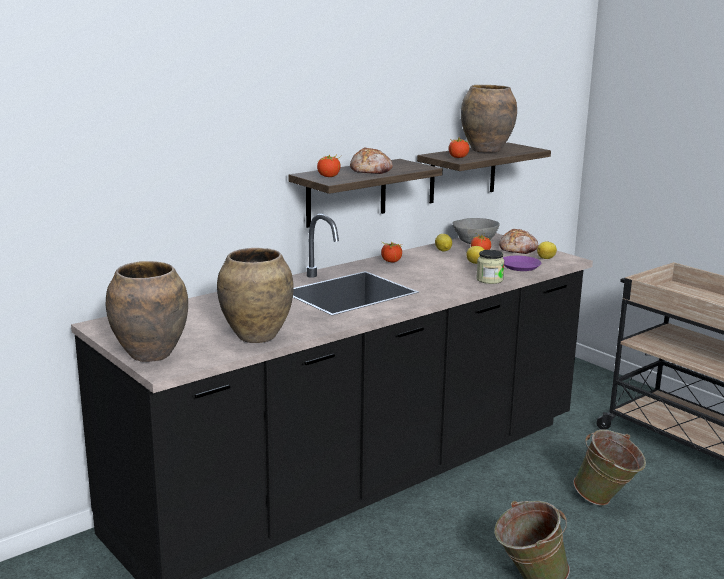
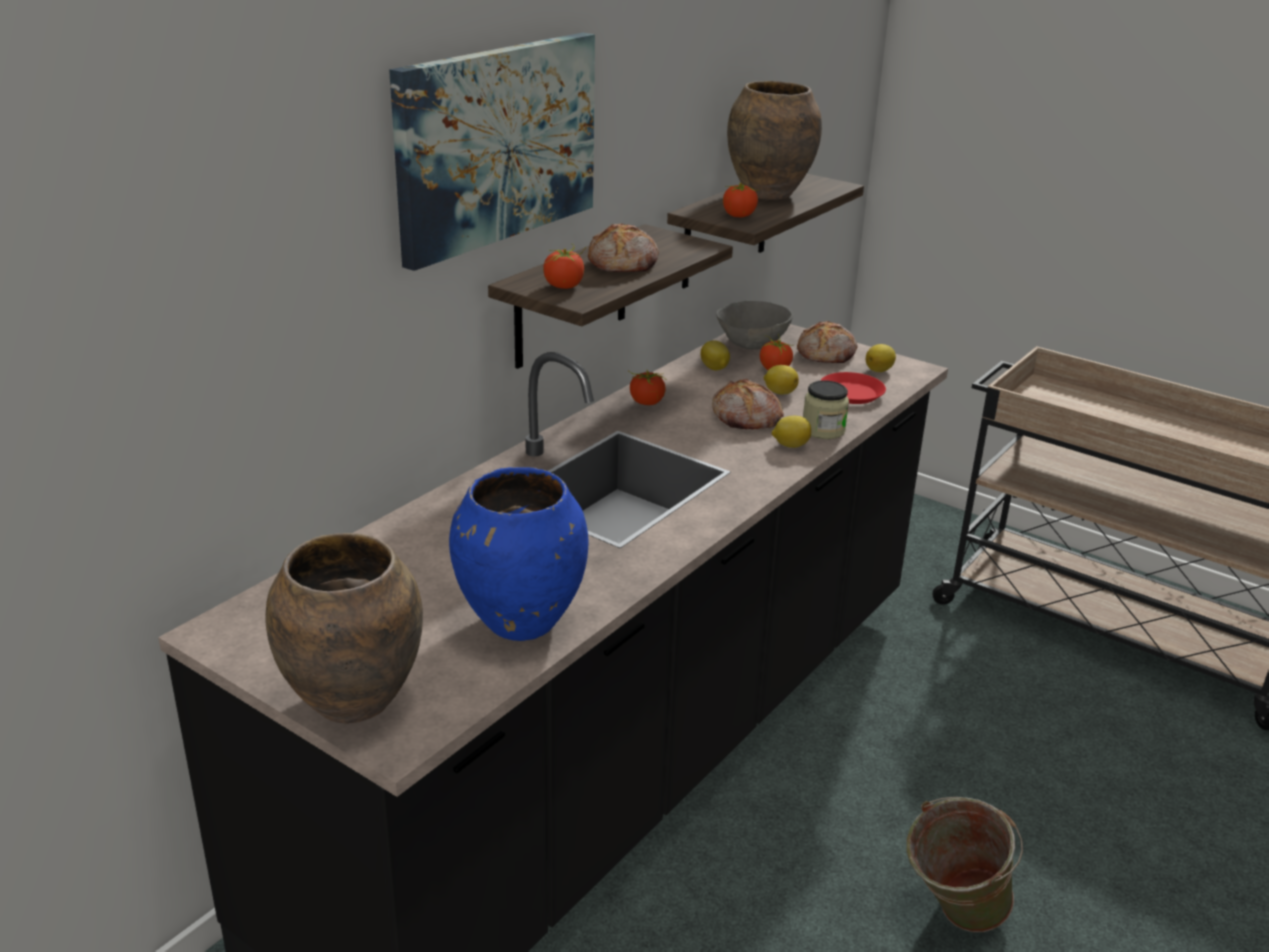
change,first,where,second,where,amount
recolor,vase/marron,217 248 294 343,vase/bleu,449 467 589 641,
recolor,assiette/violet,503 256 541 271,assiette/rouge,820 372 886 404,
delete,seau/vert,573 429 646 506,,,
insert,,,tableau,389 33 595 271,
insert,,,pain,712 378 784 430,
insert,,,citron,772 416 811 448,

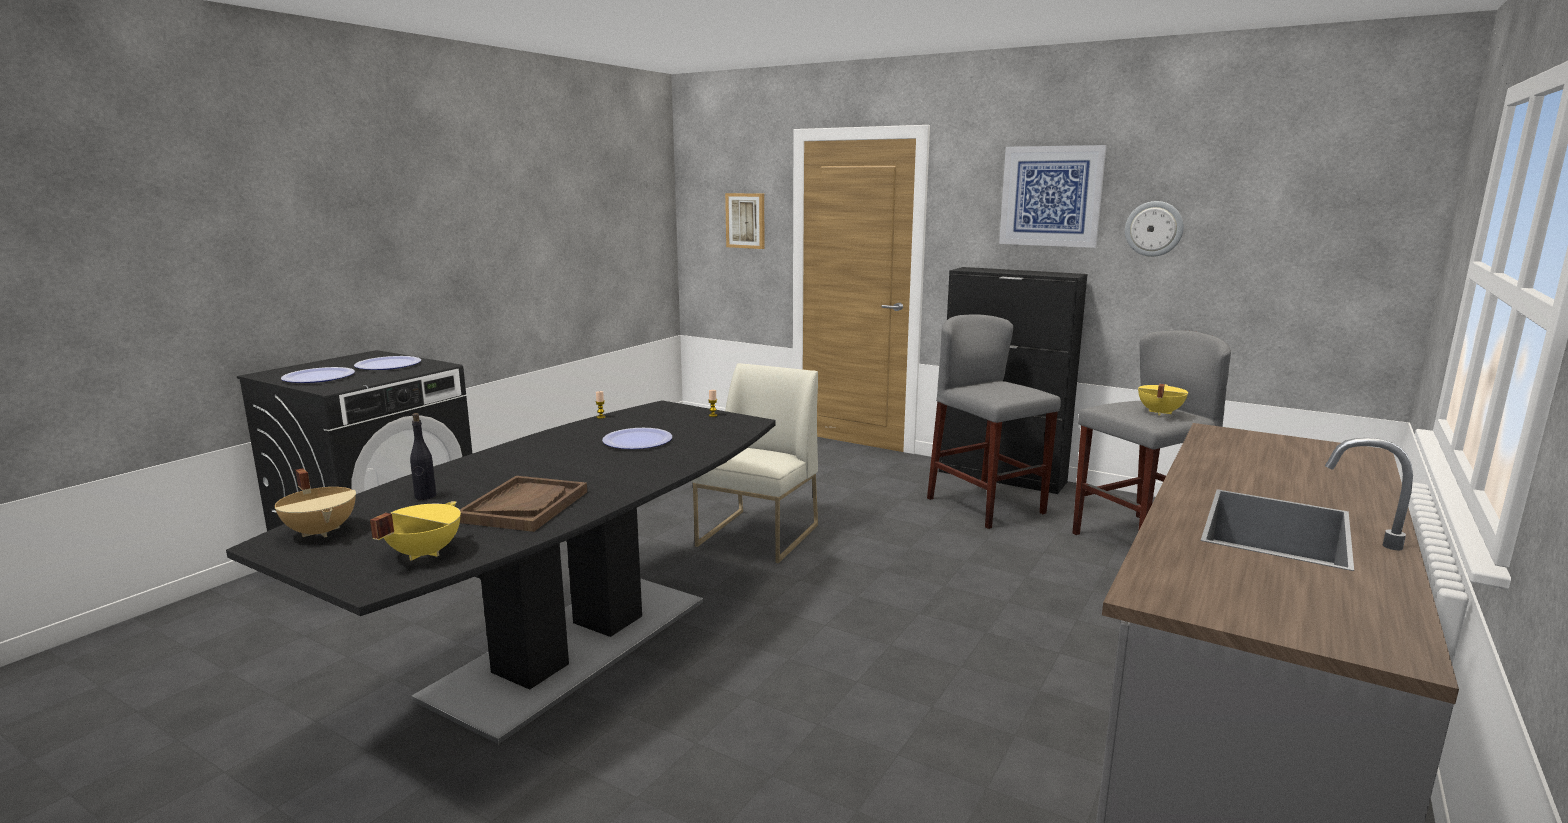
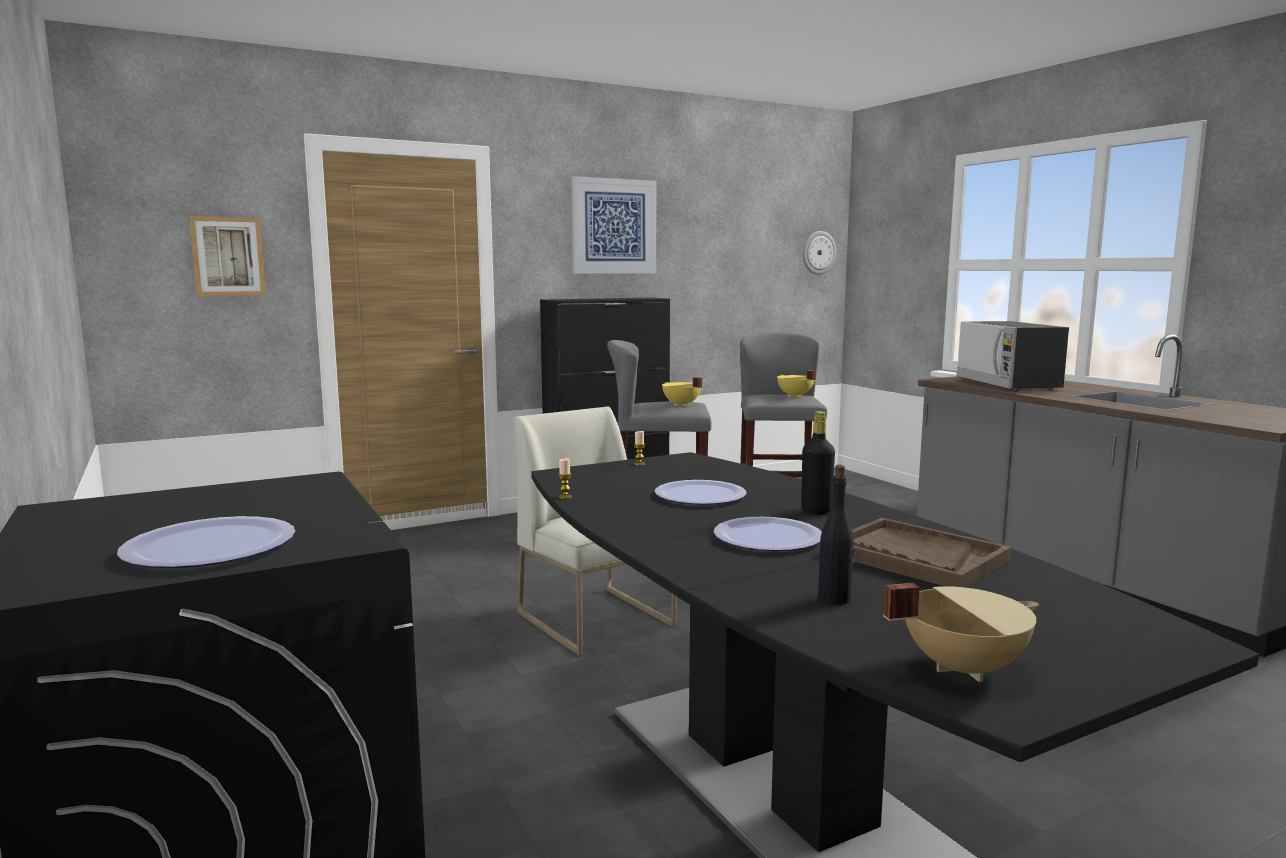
change,first,where,second,where,amount
move,assiette,354 356 421 370,,714 517 822 551,
move,marmite/jaune,370 501 461 561,,662 377 702 406,
move,horloge murale,1125 201 1184 257,,802 231 836 275,
insert,,,bouteille/noir,801 411 835 515,
insert,,,micro-ondes,956 321 1069 390,

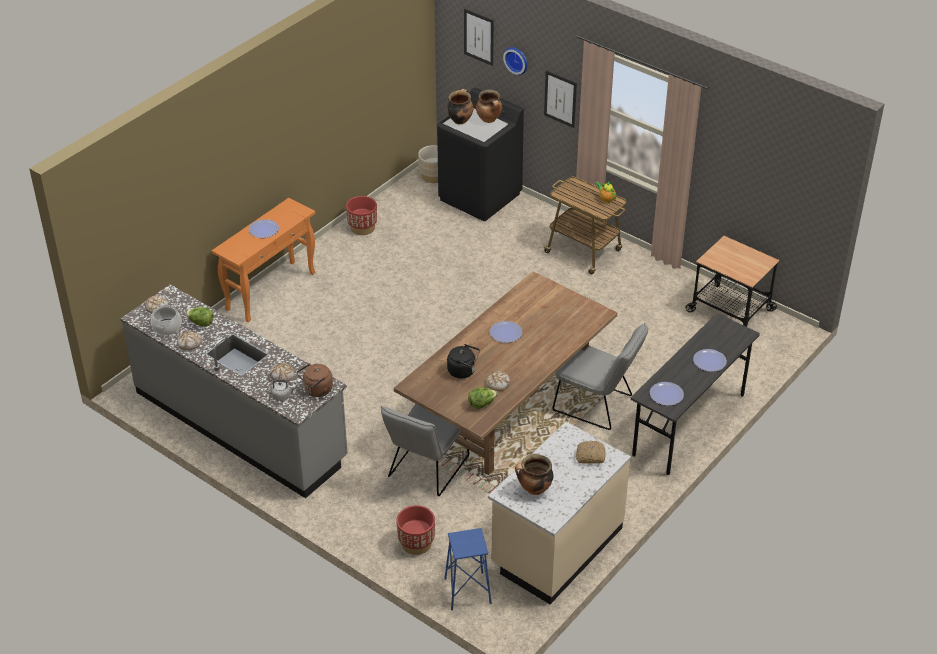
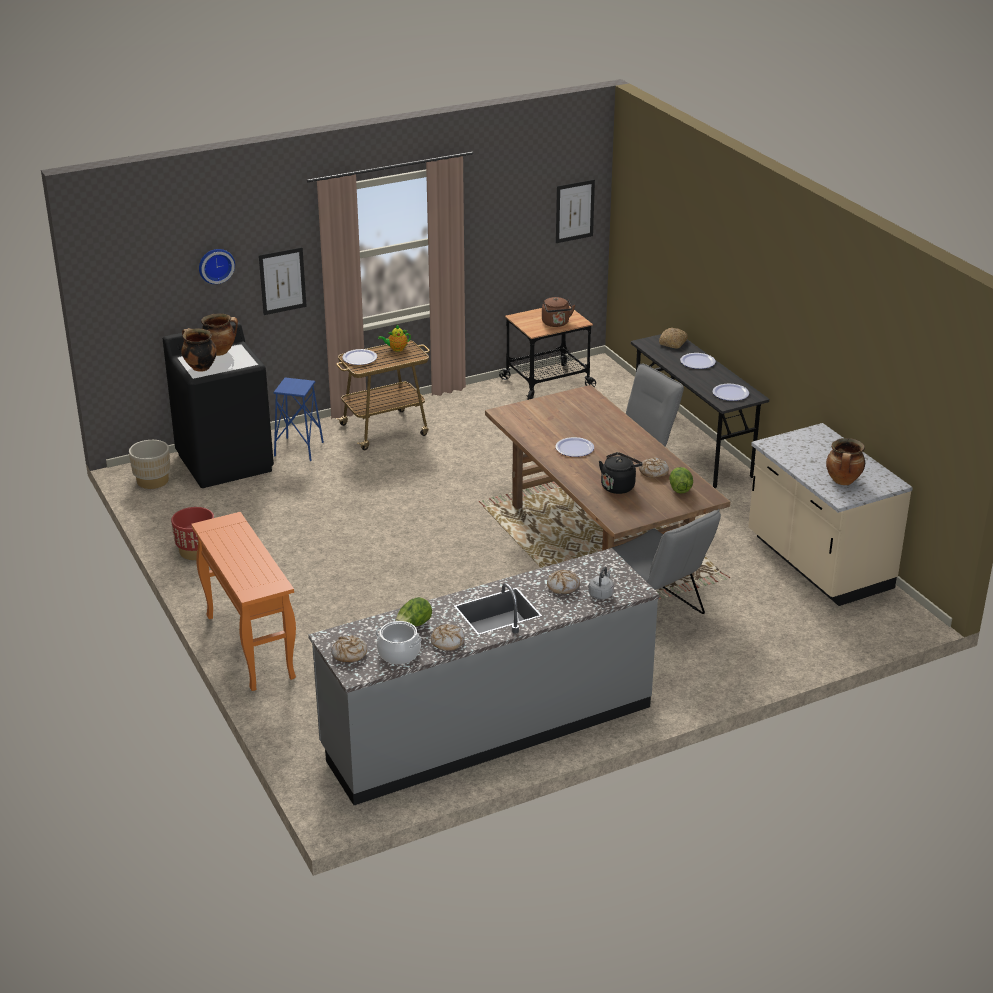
change,first,where,second,where,amount
move,assiette,249 219 279 238,,343 349 377 365,
move,bouilloire/marron,297 363 333 397,,542 297 575 327,
delete,cache-pot/rouge,397 505 435 555,,,
move,tabouret/bleu,444 528 492 610,,274 378 324 461,
move,tableau,464 9 494 66,,556 179 595 243,
move,pain,576 441 606 464,,659 328 688 349,

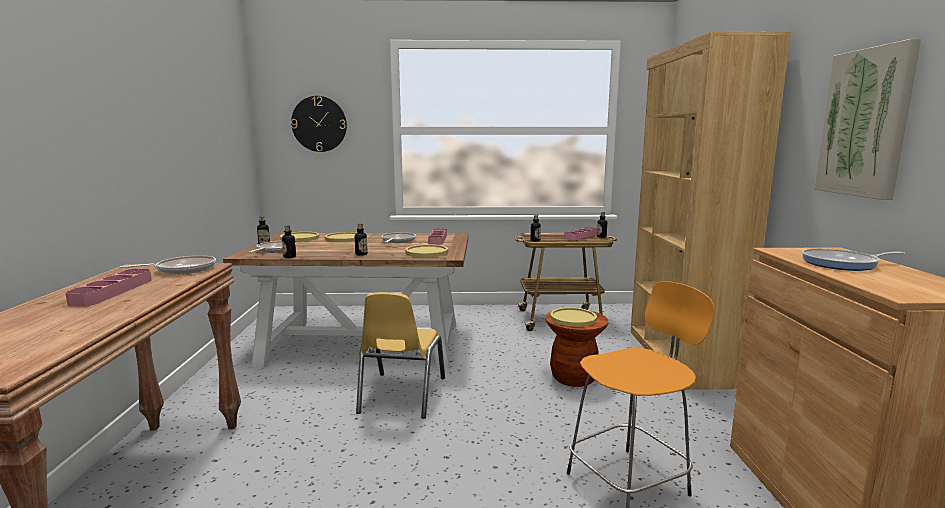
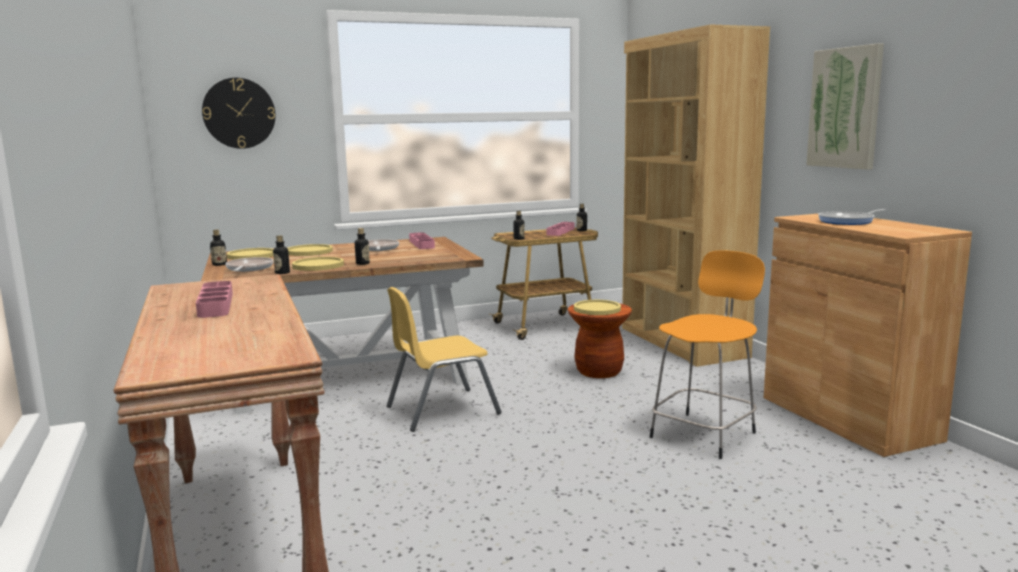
change,first,where,second,where,amount
delete,poêle,120 255 216 274,,,
rotate,chaise/jaune,356 292 445 419,,387 287 502 432,75 degrees clockwise
move,assiette/jaune,405 245 448 257,,292 257 344 271,

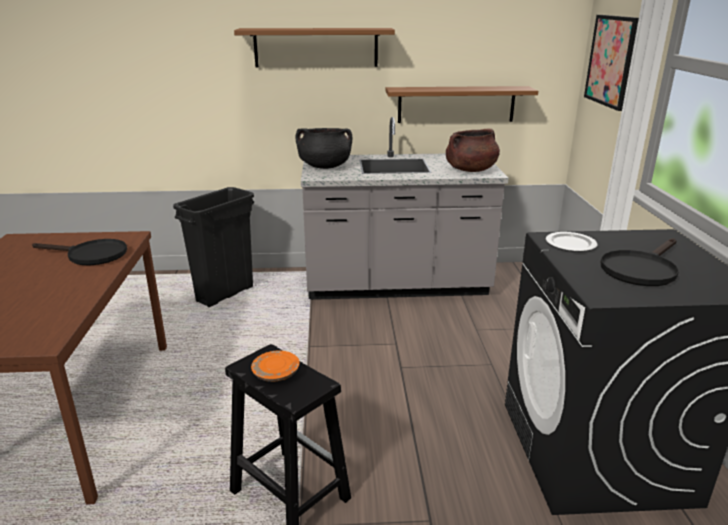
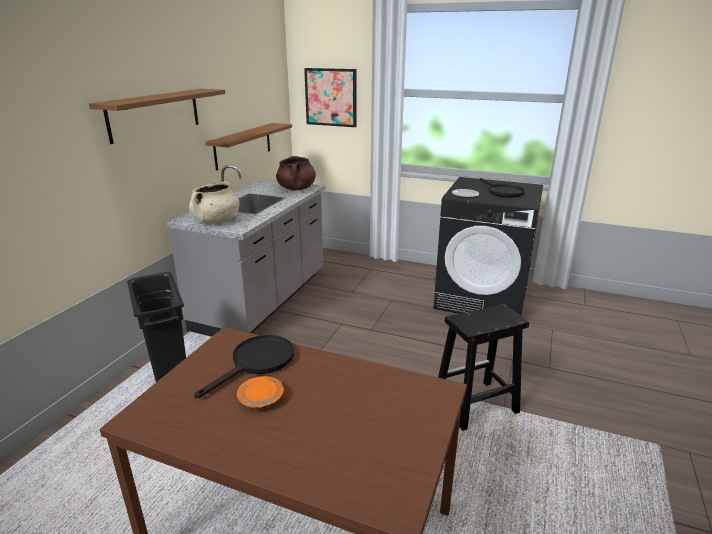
change,first,where,second,where,amount
move,assiette/orange,251 350 300 382,,237 376 284 409,
recolor,marmite/noir,296 128 352 169,marmite/beige,189 181 240 224,

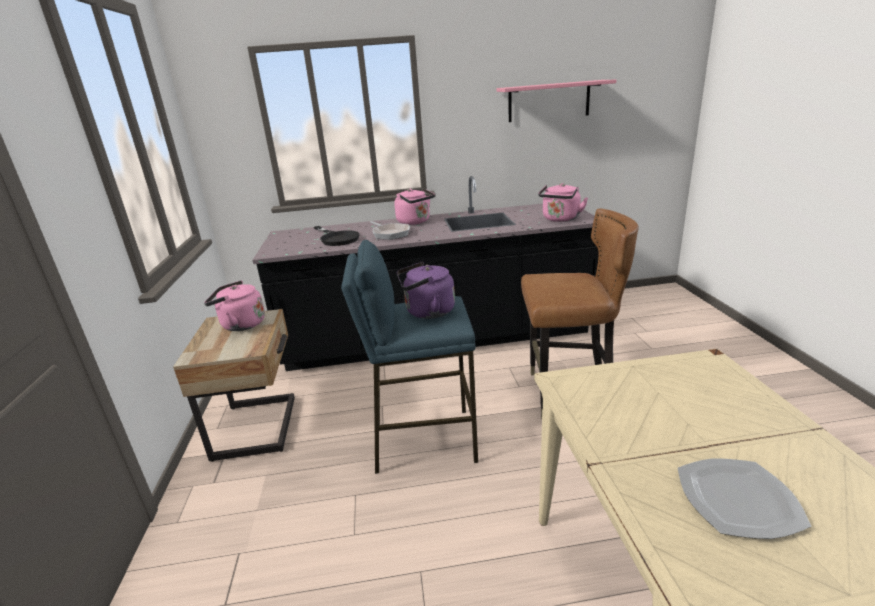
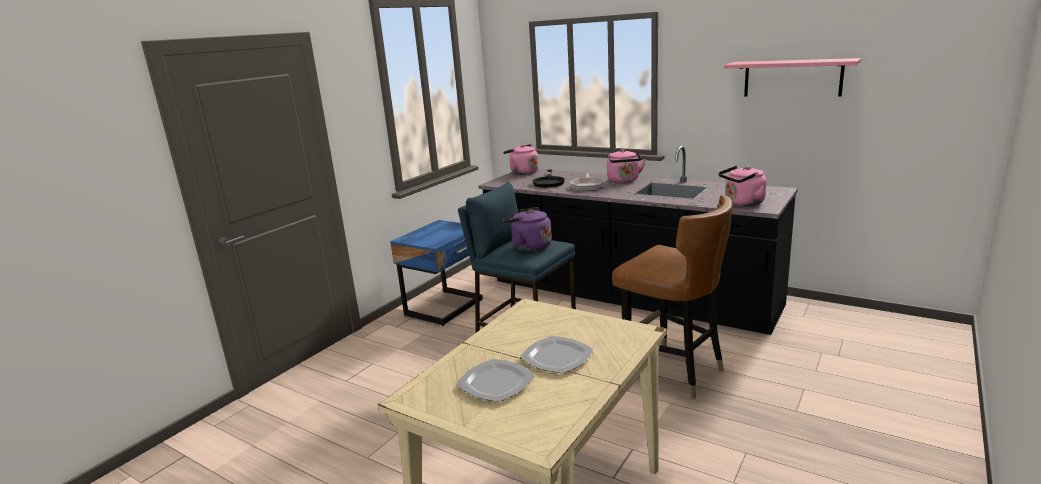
change,first,where,second,where,amount
recolor,table de chevet/beige,173 309 295 462,table de chevet/bleu,390 220 483 326,
move,bouilloire/rose,204 281 265 331,,503 144 539 175,
insert,,,assiette,520 336 594 374,

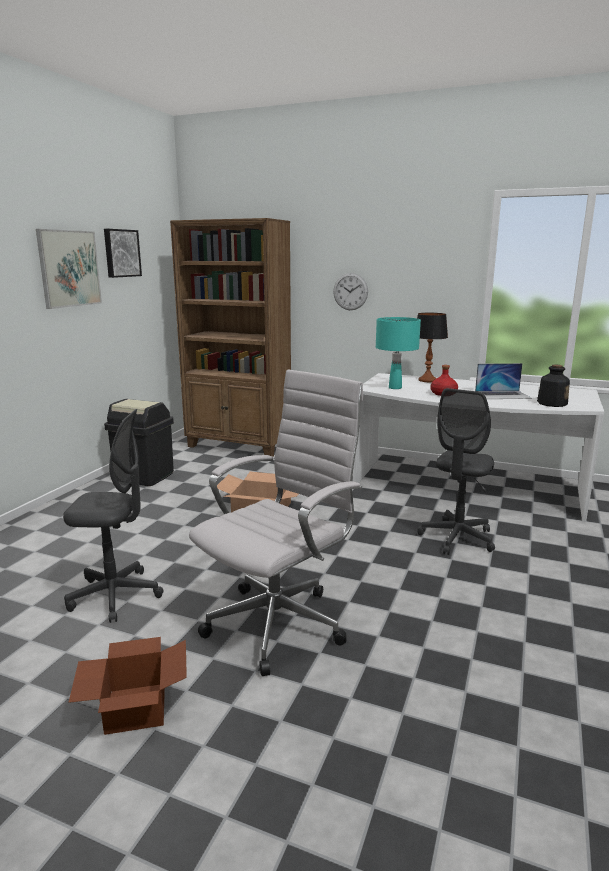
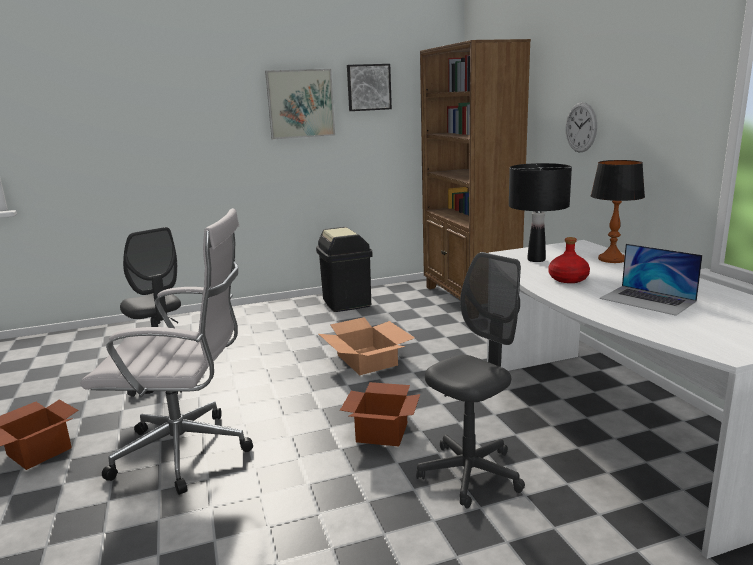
change,first,where,second,where,amount
recolor,lampe de table/turquoise,376 317 421 389,lampe de table/noir,509 163 572 262,
rotate,chaise de bureau/gris,418 388 495 555,,416 252 525 509,150 degrees clockwise
delete,bouteille,537 365 570 407,,,
insert,,,carton,340 382 420 447,

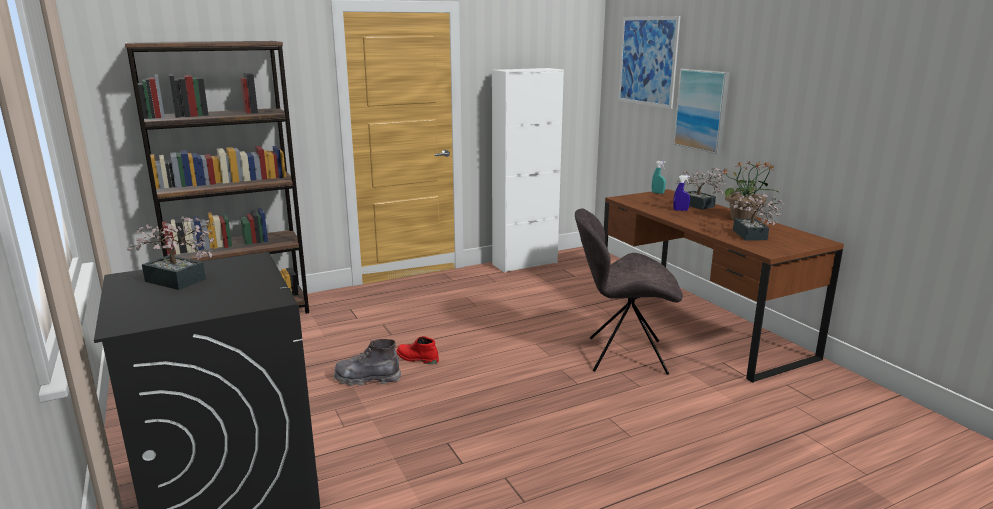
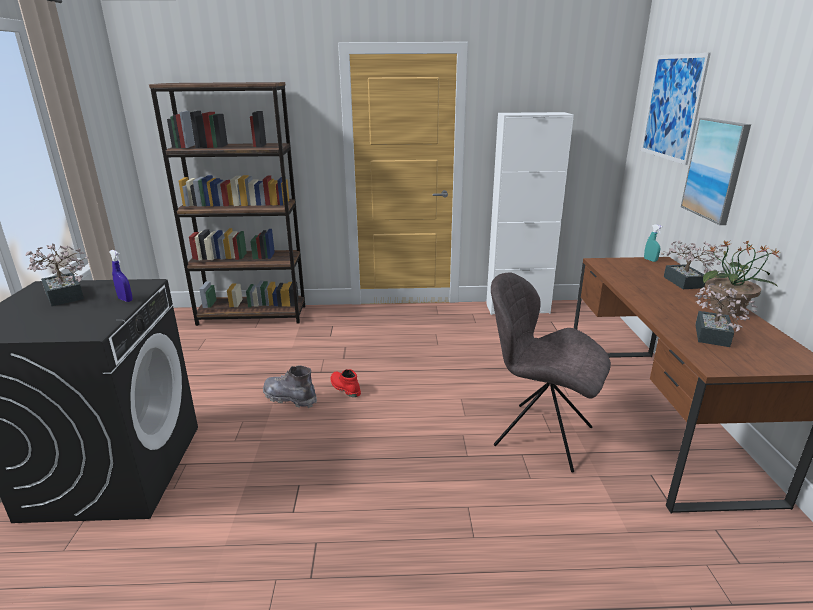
change,first,where,second,where,amount
move,vaporisateur/bleu,673 175 690 211,,109 250 133 302,

